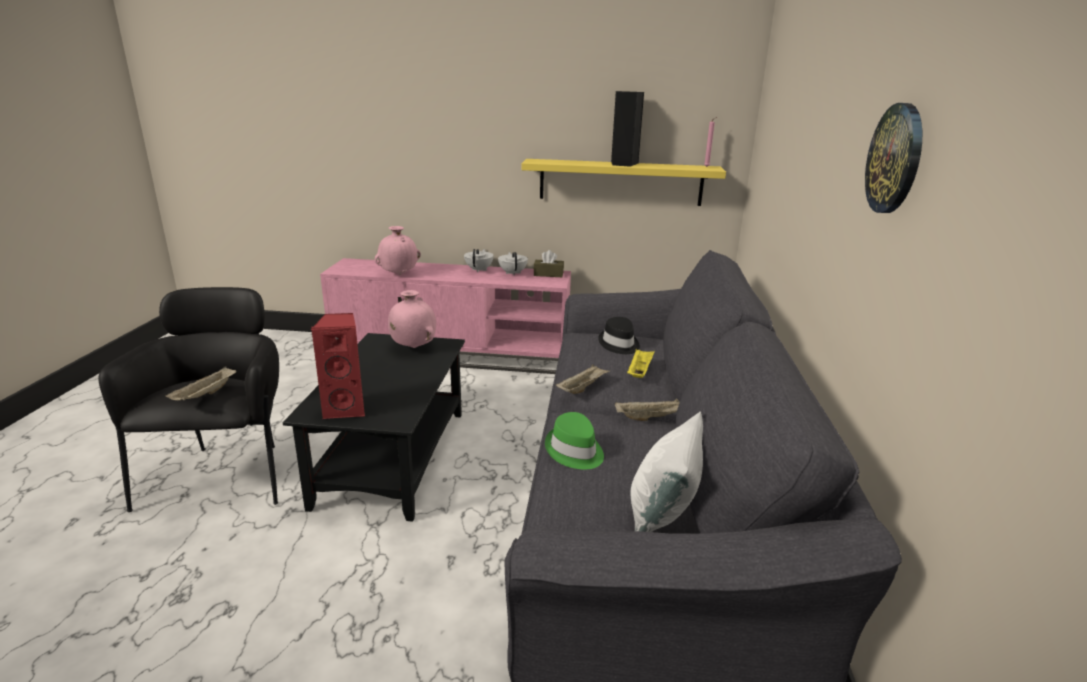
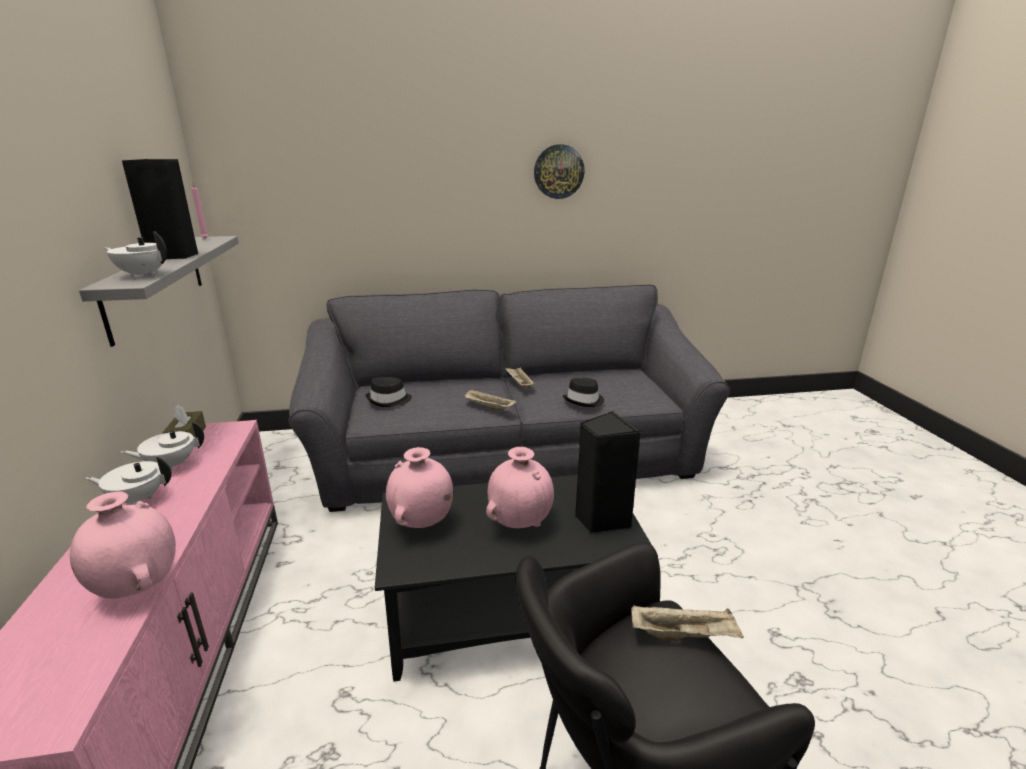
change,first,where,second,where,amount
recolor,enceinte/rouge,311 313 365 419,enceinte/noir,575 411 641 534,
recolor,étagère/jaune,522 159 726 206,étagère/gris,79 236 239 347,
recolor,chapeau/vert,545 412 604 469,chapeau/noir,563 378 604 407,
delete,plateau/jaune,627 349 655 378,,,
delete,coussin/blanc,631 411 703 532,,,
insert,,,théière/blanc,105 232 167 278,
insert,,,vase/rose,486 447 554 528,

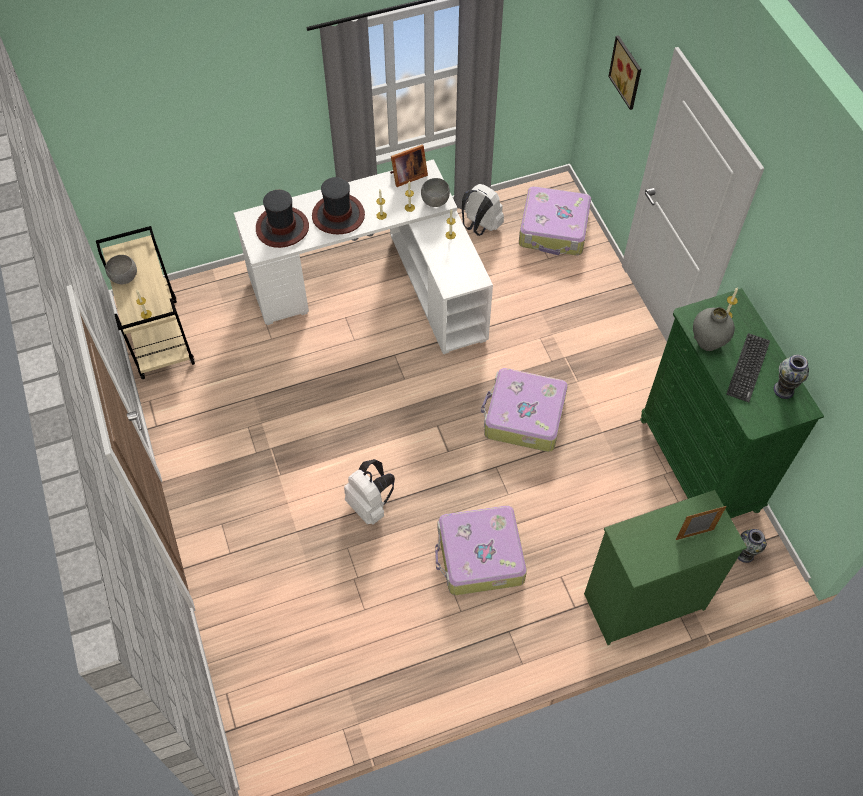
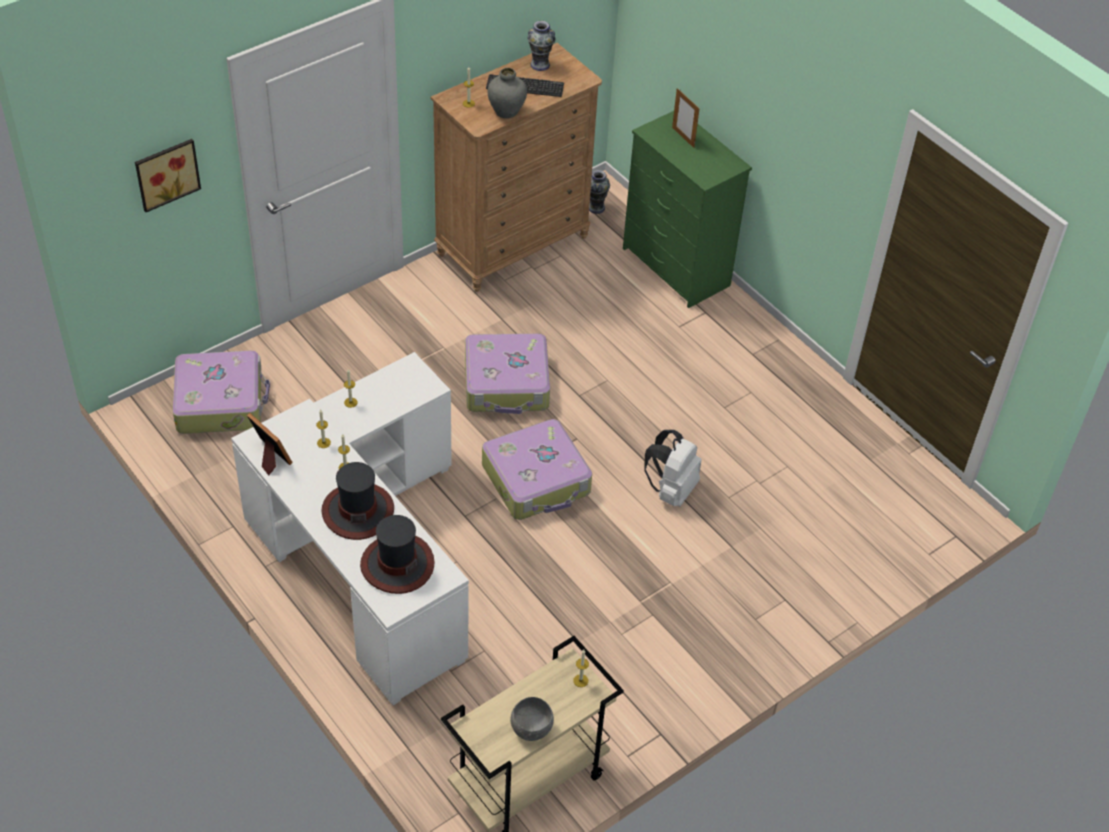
change,first,where,second,where,amount
delete,bol/gris,421 178 450 207,,,
move,valise,435 505 527 595,,482 419 592 520,
delete,sac à dos/blanc,462 184 504 236,,,
recolor,commode/vert,640 288 824 518,commode/marron,431 43 602 292,

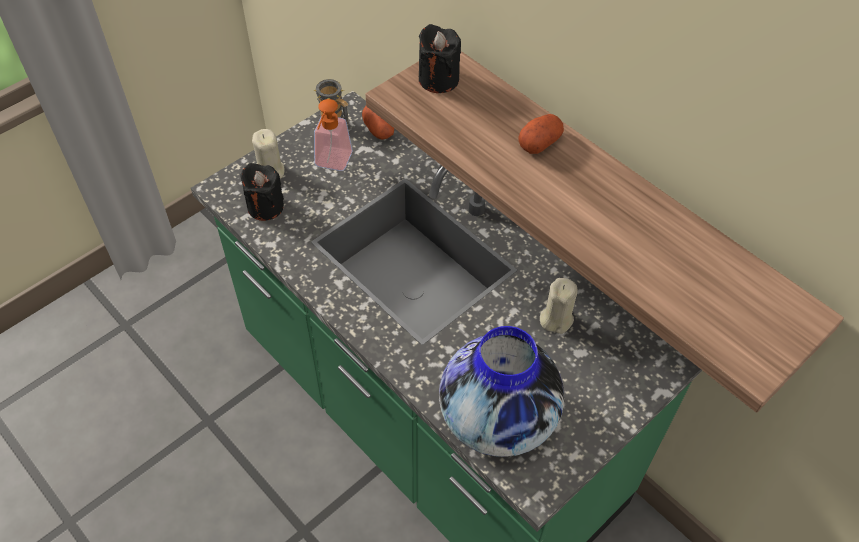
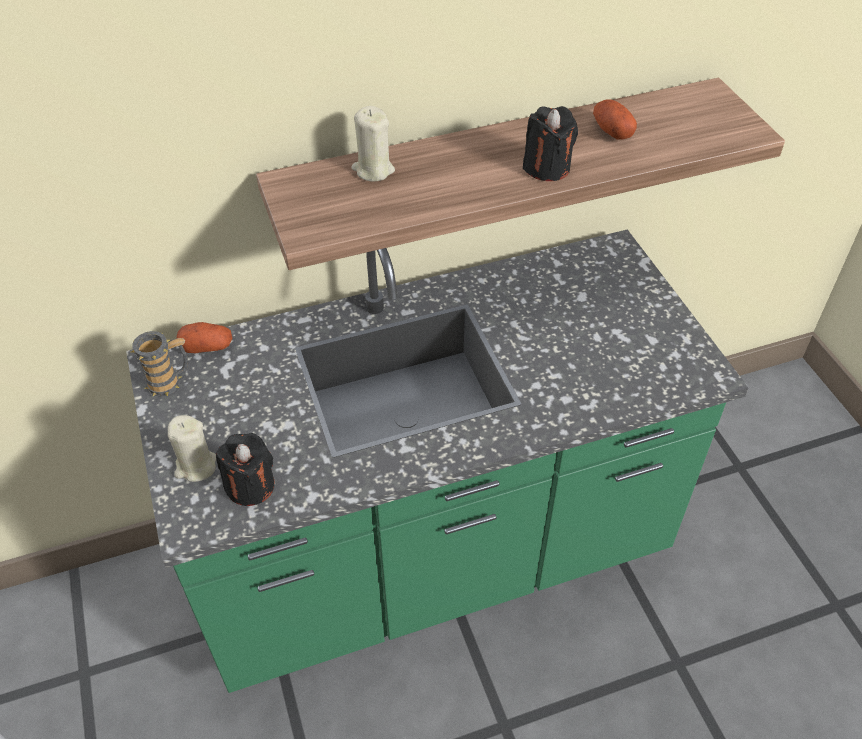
change,first,where,second,where,amount
delete,distributeur de savon,314 99 353 171,,,
move,bougie/noir,419 24 461 93,,523 106 578 181,
delete,vase,439 326 564 457,,,
move,pomme de terre,518 114 564 154,,593 99 637 140,
move,bougie/beige,540 278 577 334,,351 106 395 182,

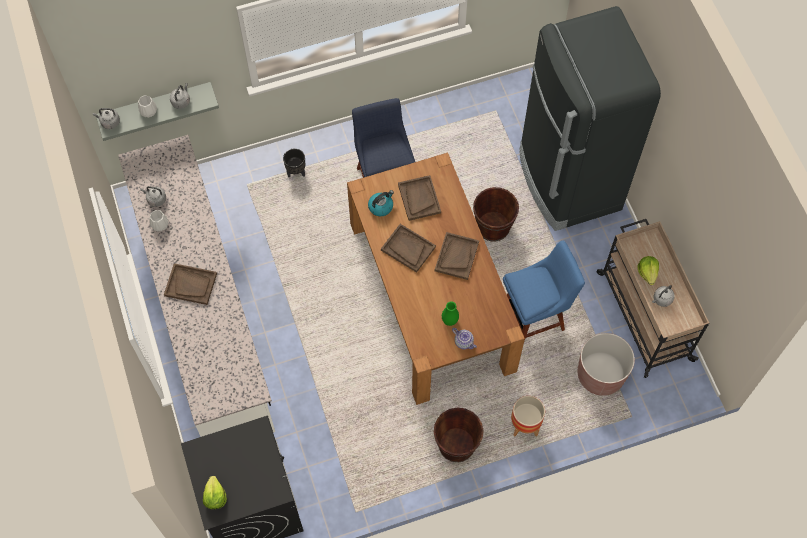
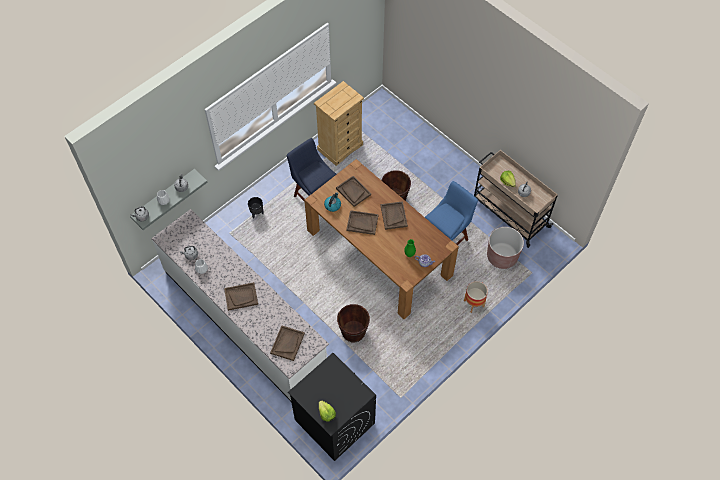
change,first,where,second,where,amount
move,seau/marron,434 408 484 462,,337 304 370 342,
delete,réfrigérateur/noir,519 6 661 231,,,
insert,,,plateau/marron,270 325 305 361,
insert,,,commode/beige,314 81 364 166,

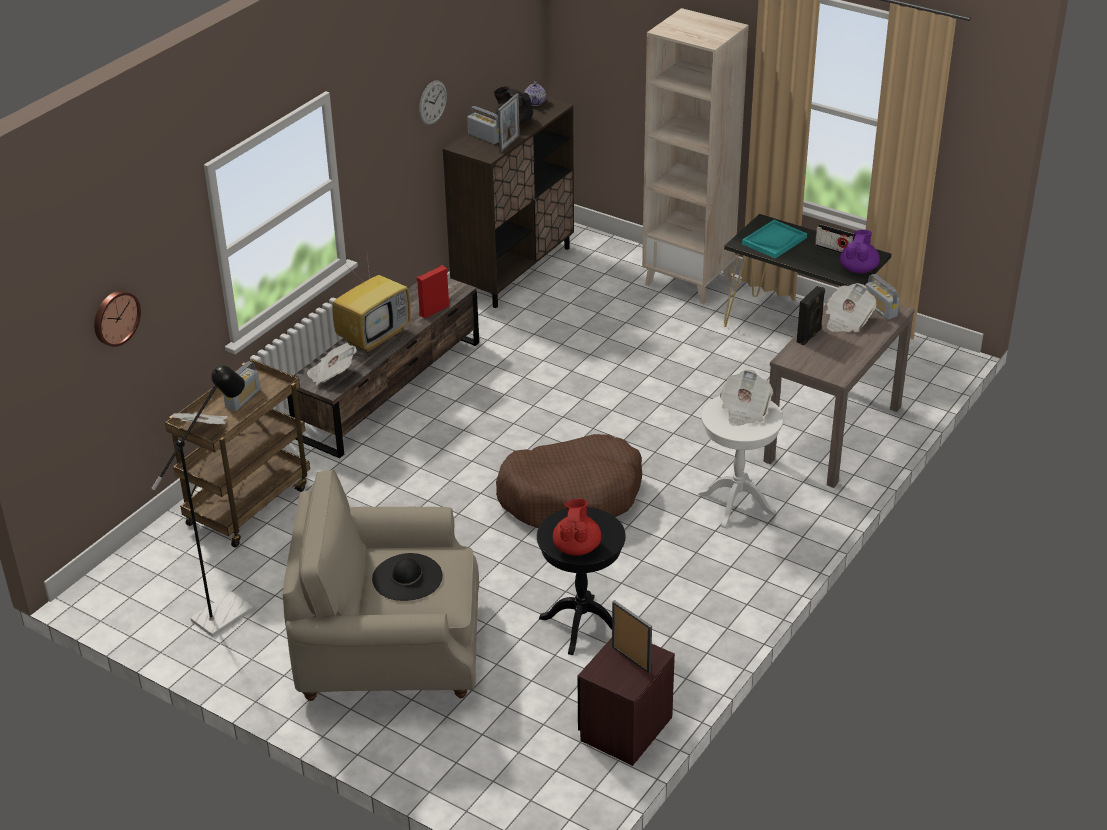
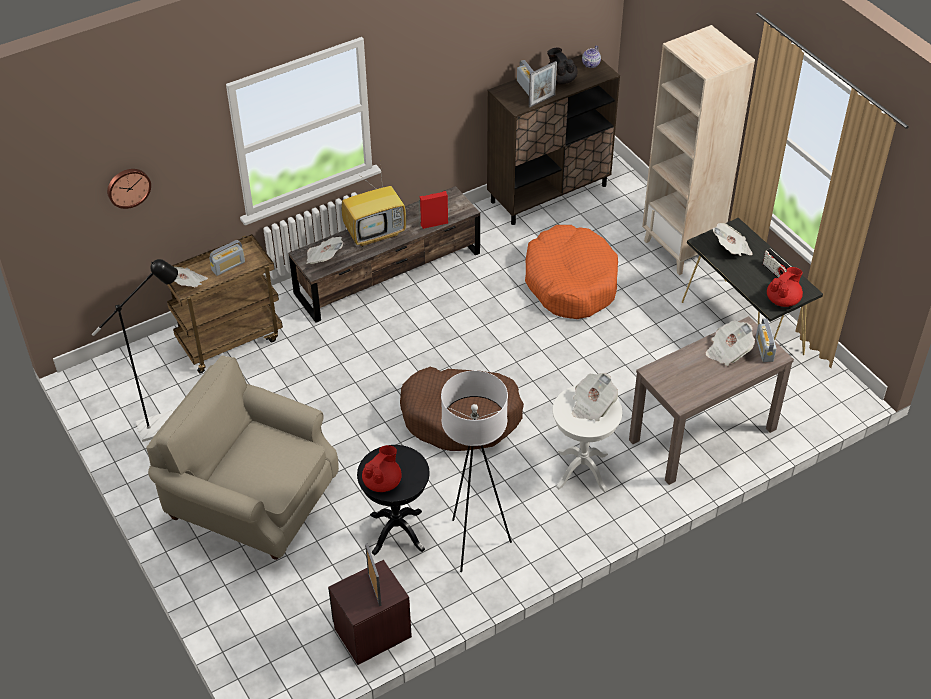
change,first,where,second,where,amount
delete,chapeau/noir,372 553 442 601,,,
delete,horloge murale,419 81 447 125,,,
replace,plateau/turquoise,742 220 807 259,journal,713 223 753 256,
delete,enceinte/noir,797 286 825 346,,,
recolor,théière/violet,840 230 880 274,théière/rouge,767 267 803 307,
insert,,,lampadaire/blanc,441 371 512 572,
insert,,,panier pour chien/orange,525 225 618 319,

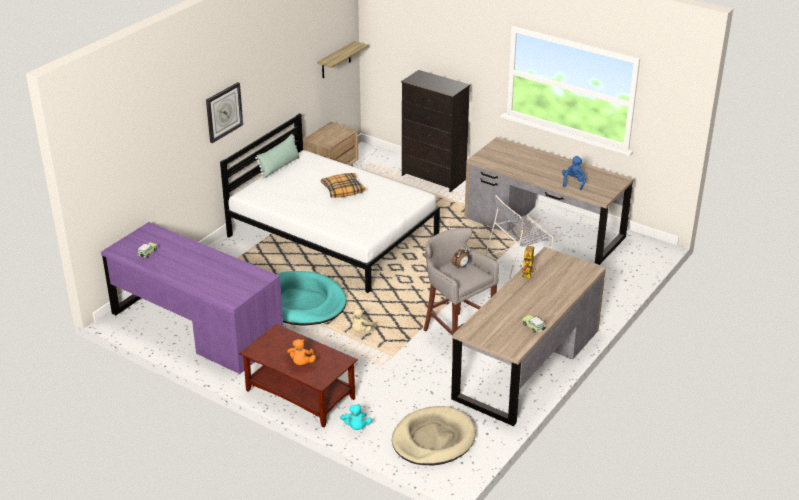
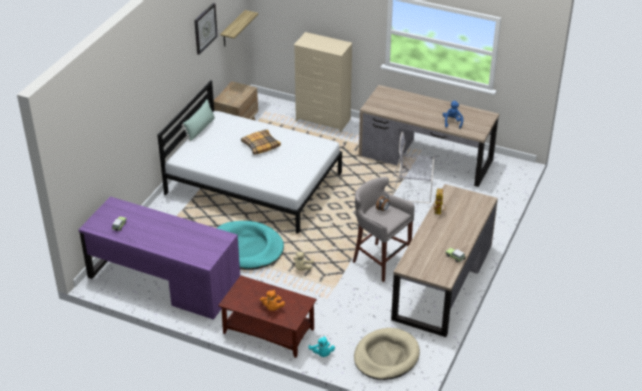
change,first,where,second,where,amount
move,horloge murale,206 82 243 143,,194 3 218 55,
recolor,commode/noir,401 70 470 192,commode/beige,294 32 353 133,
rotate,chaise/gris,485 195 553 279,,392 132 434 203,45 degrees clockwise

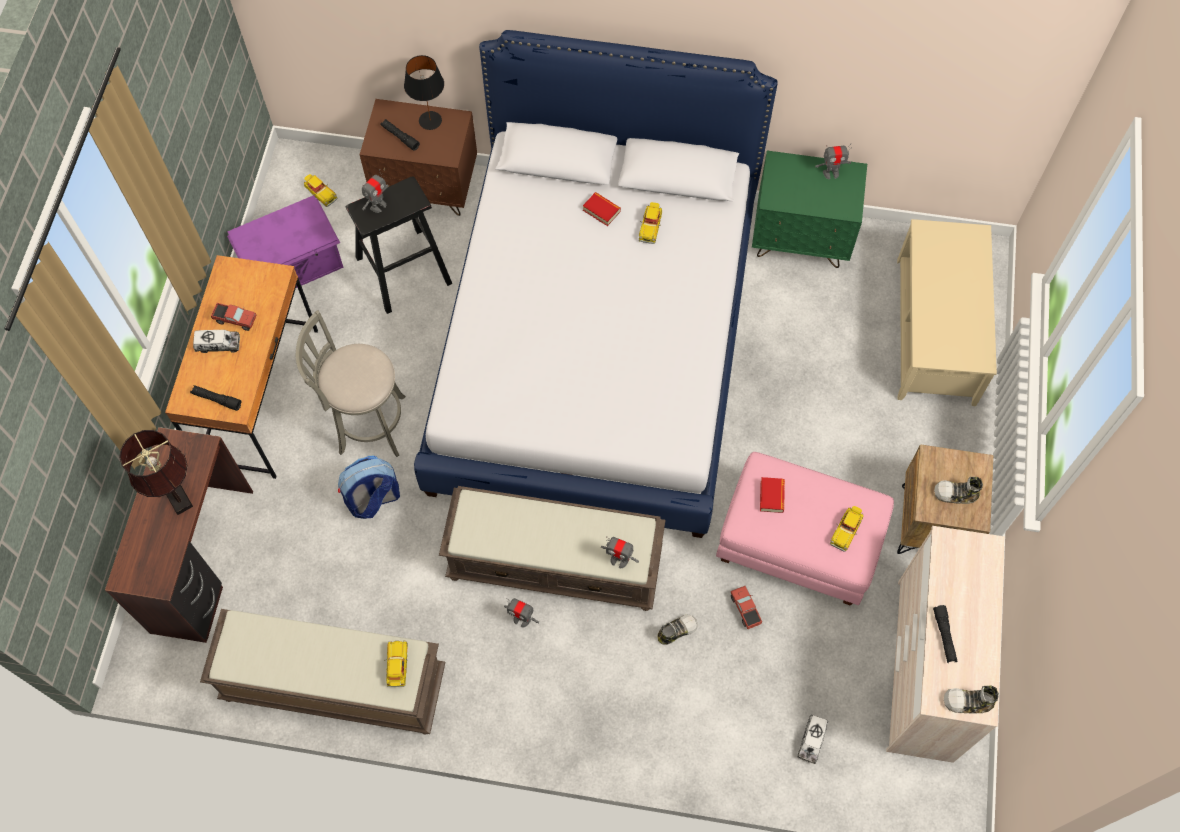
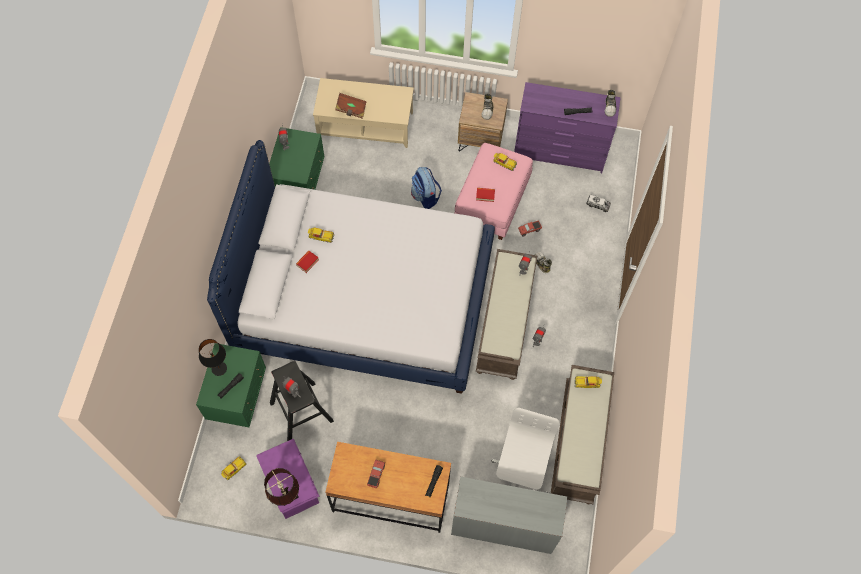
change,first,where,second,where,amount
recolor,bureau/marron,105 427 253 643,bureau/gris,451 477 567 554,
move,lampe de table/marron,119 430 193 515,,264 468 299 506,
delete,camion jouet,193 330 240 353,,,
delete,tabouret/gris,296 310 406 457,,,
move,sac à dos,338 455 400 519,,411 167 442 209,
recolor,table de chevet/marron,359 99 477 216,table de chevet/vert,196 343 266 427,
recolor,commode/beige,886 526 1005 763,commode/violet,514 82 621 173,
insert,,,livre/marron,335 93 367 118,
insert,,,chaise de bureau/blanc,491 408 560 492,

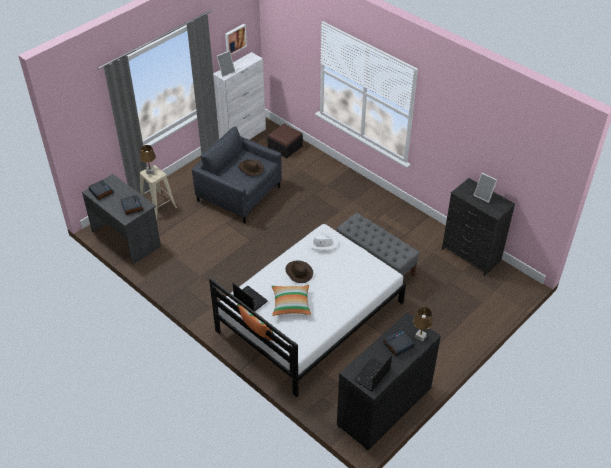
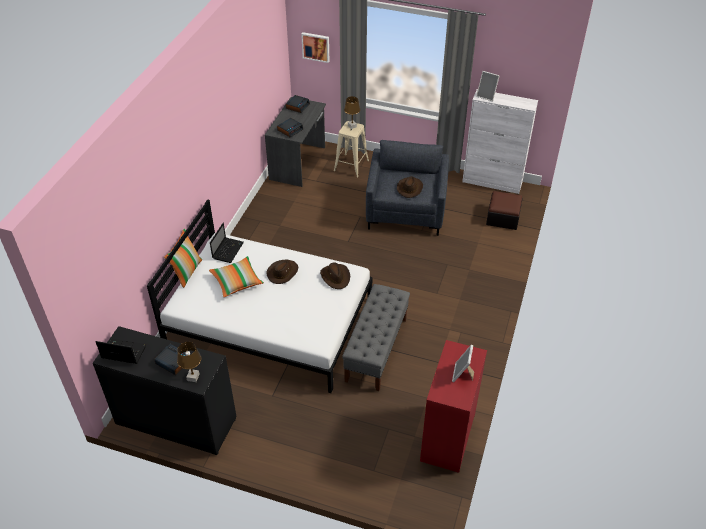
change,first,where,second,where,amount
move,tableau,225 24 247 55,,301 32 329 63,
recolor,chapeau/blanc,308 232 339 250,chapeau/marron,320 262 350 289,
recolor,commode/noir,442 178 515 276,commode/rouge,420 340 487 473,

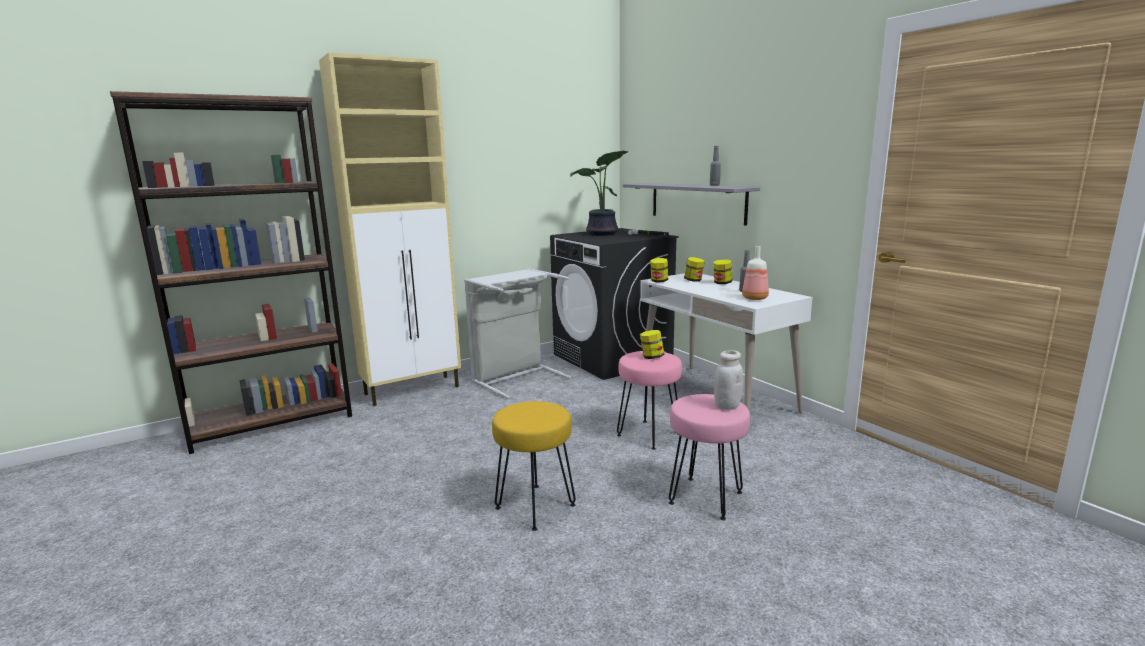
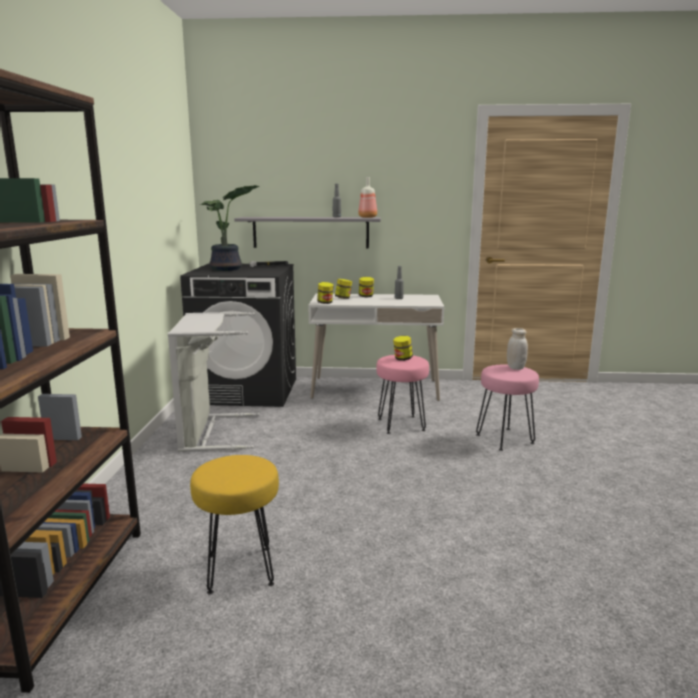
change,first,where,second,where,amount
delete,meuble de rangement/beige,319 53 461 406,,,
move,tabouret/jaune,492 401 576 531,,190 455 279 594,
move,bouteille,742 246 769 300,,358 177 377 218,

